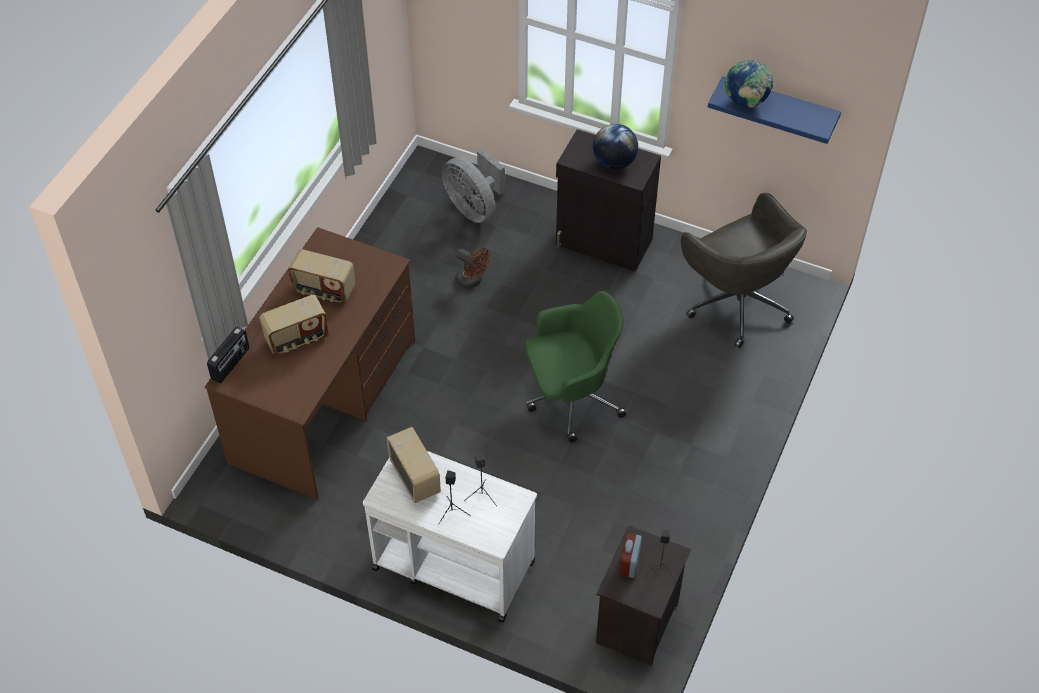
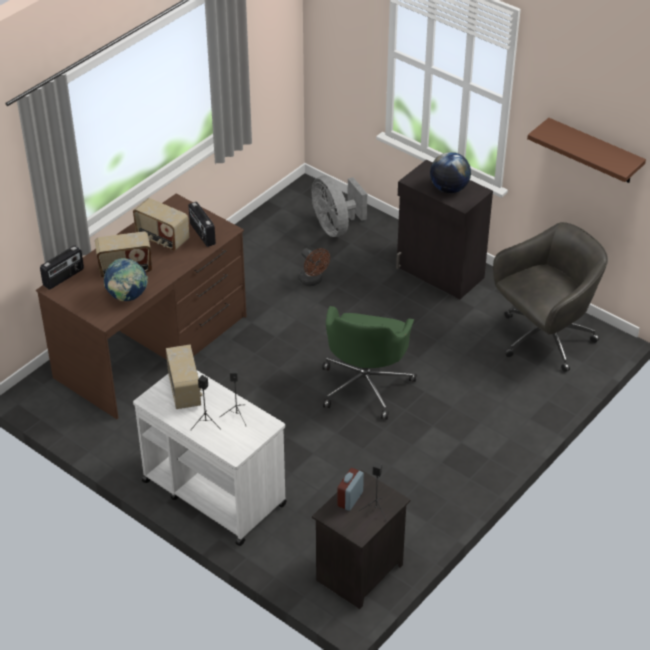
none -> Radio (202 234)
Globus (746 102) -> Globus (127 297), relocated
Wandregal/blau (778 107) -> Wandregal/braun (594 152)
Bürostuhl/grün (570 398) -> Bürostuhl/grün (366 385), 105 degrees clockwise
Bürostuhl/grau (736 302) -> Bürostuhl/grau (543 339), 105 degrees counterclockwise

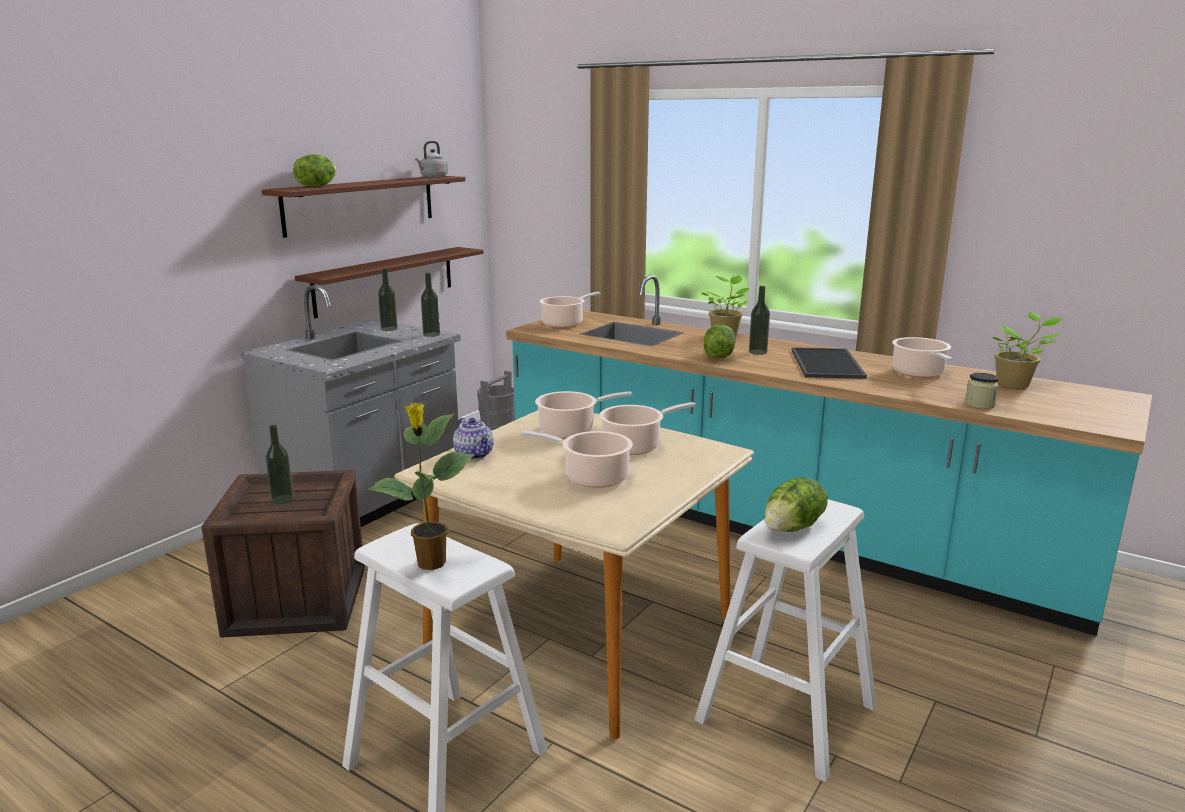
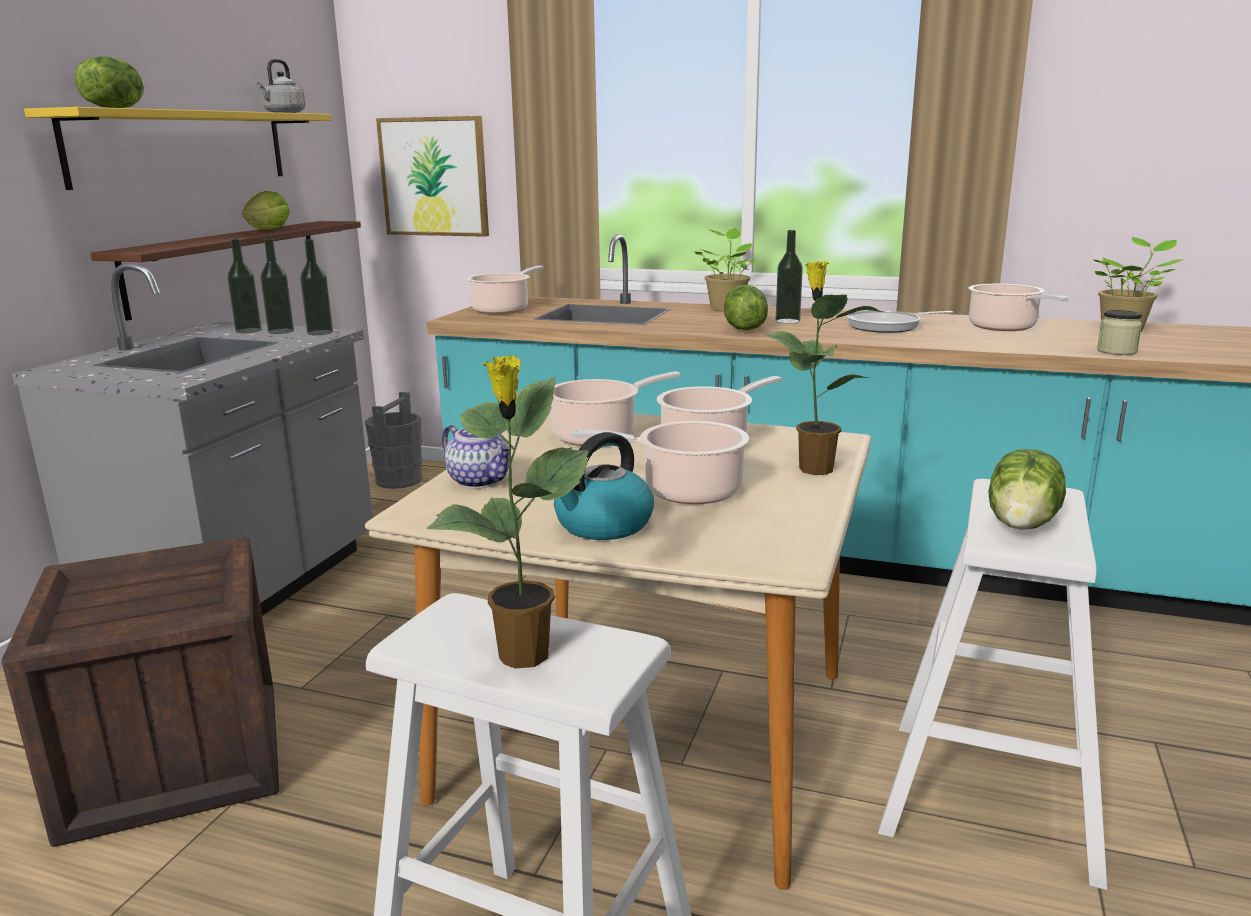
none -> Salatkopf (268 230)
none -> Bild (434 177)
none -> Wasserkessel (603 525)
none -> Topfpflanze (814 468)
Flasche (282 499) -> Flasche (281 331), relocated
Tablett (828 364) -> Pfanne (888 326)
Wandregal/braun (361 204) -> Wandregal/gelb (182 147)

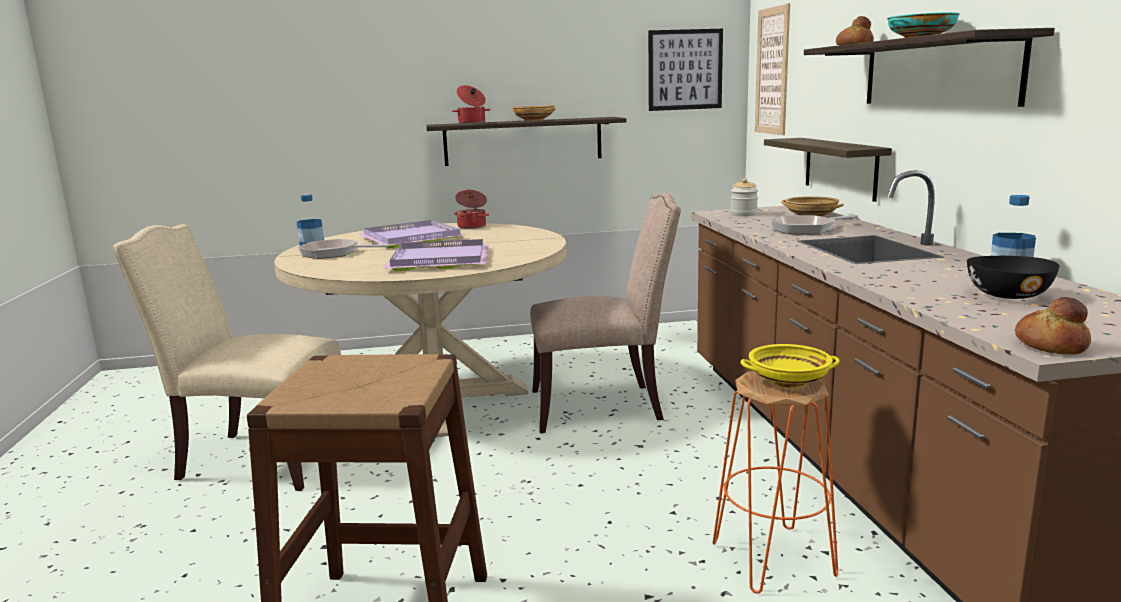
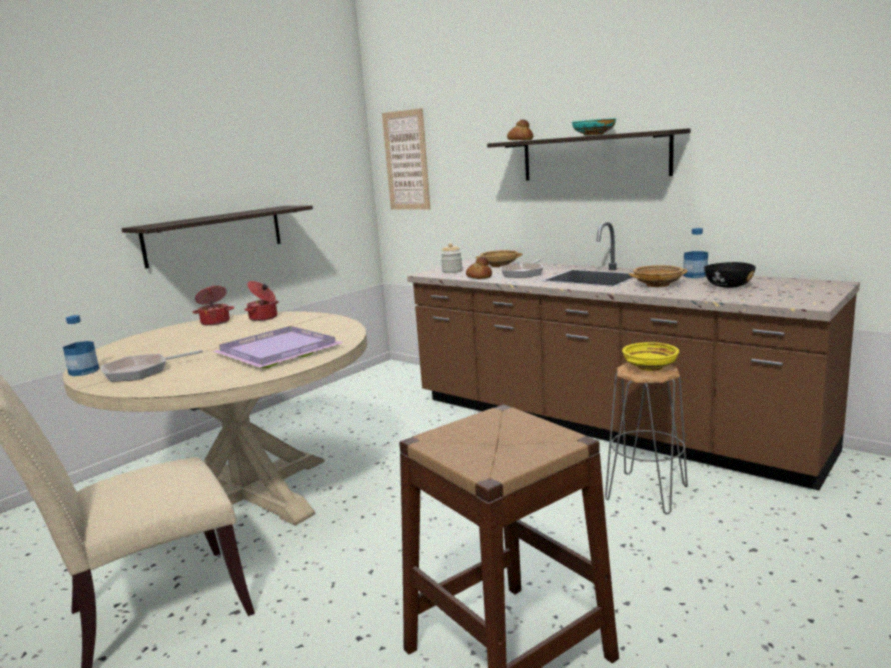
Tablett/lila (410 238) -> none
Stuhl/beige (602 406) -> none
Bild (685 70) -> none
Wandregal (840 167) -> none
Kochtopf (472 123) -> Kochtopf (264 318), relocated
Schüssel/beige (534 120) -> Schüssel/beige (658 284), relocated
Brot (1051 345) -> Brot (479 277), relocated
Hocker/orange (773 559) -> Hocker/grau (647 493)

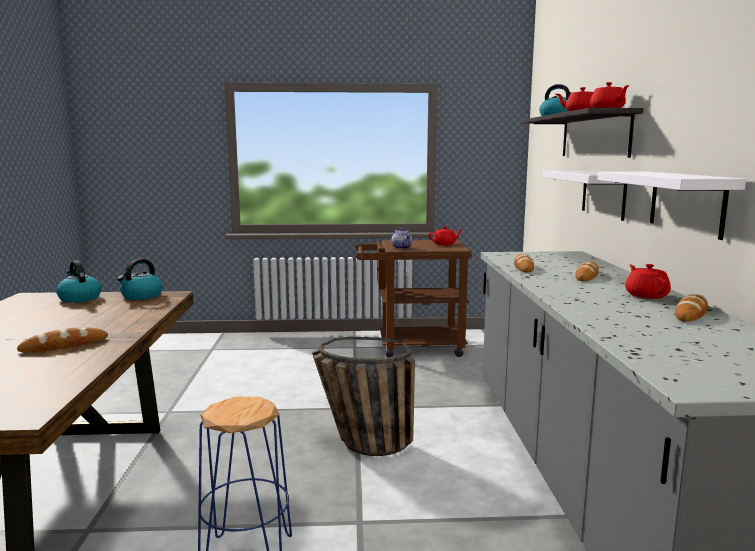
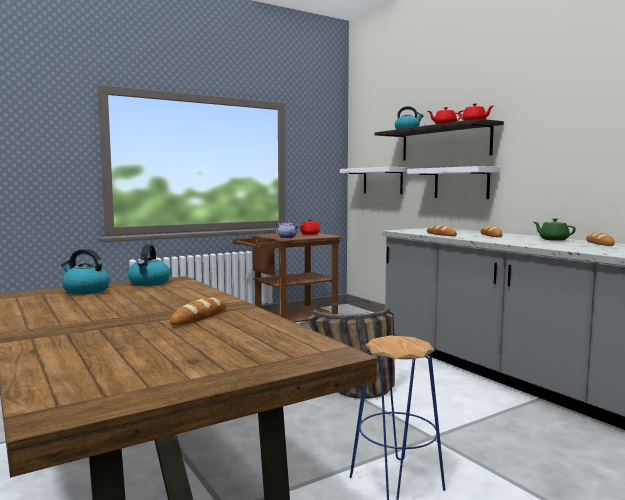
Wandregal/weiß (686 202) -> Wandregal/weiß (382 181), relocated
Teekanne/rot (646 295) -> Teekanne/grün (553 239)

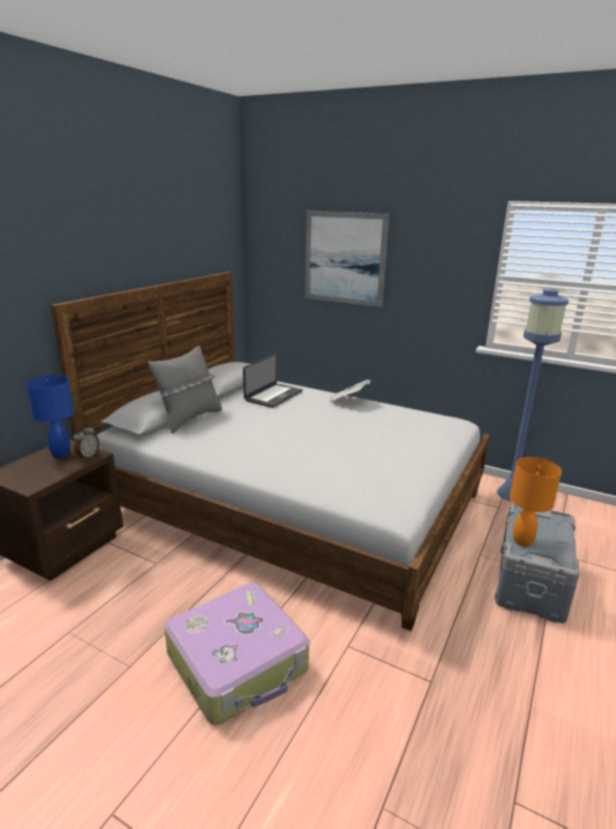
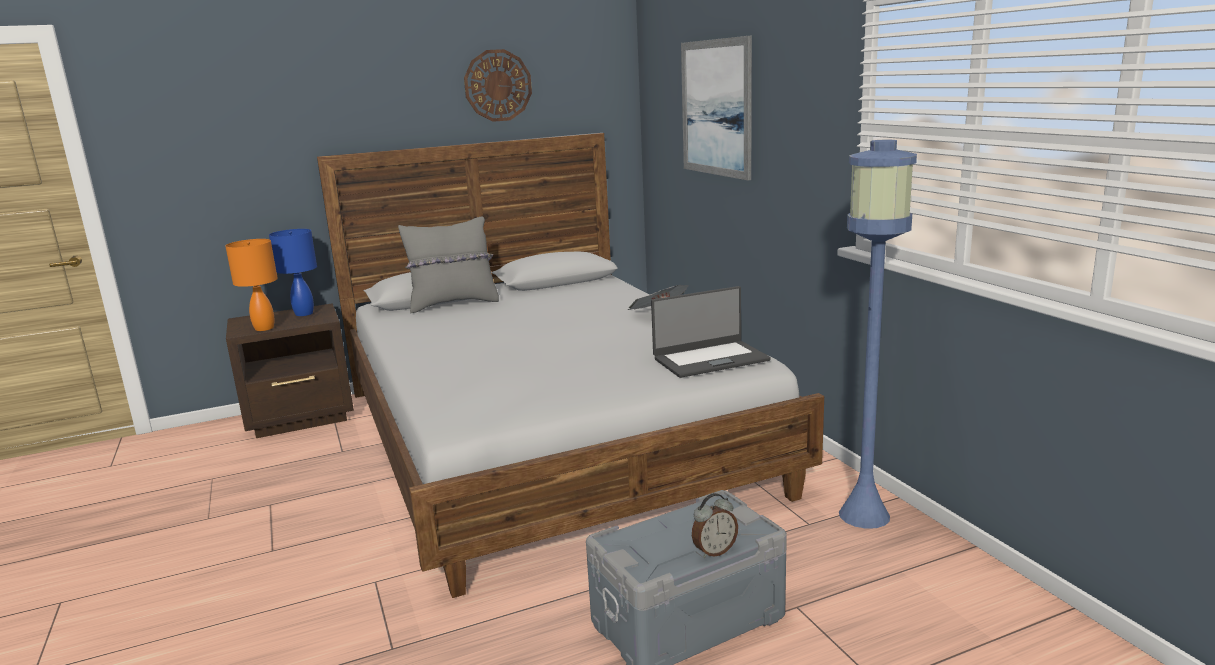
Koffer (239 662) -> none
none -> Wanduhr (498 85)
Wecker (88 456) -> Wecker (714 551), relocated
Laptop (273 395) -> Laptop (710 359), relocated
Tischlampe/orange (521 541) -> Tischlampe/orange (264 328), relocated

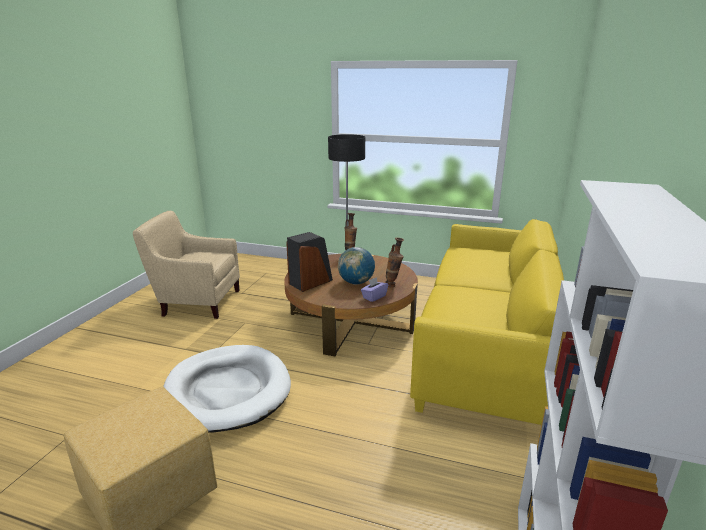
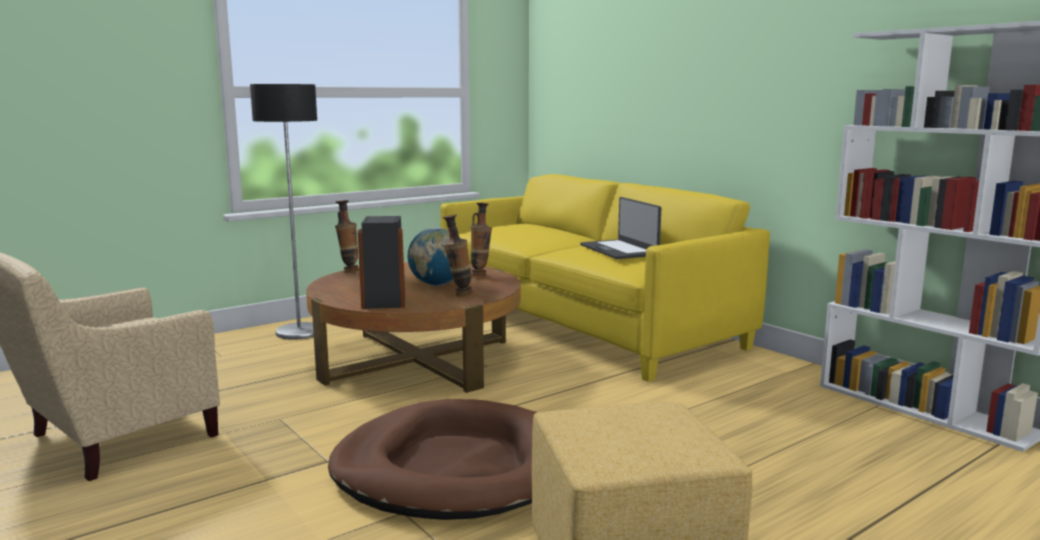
Taschentuchbox/lila (374 297) -> none
none -> Vase (458 295)
none -> Laptop (619 250)
Hundebett/weiß (228 390) -> Hundebett/braun (454 468)

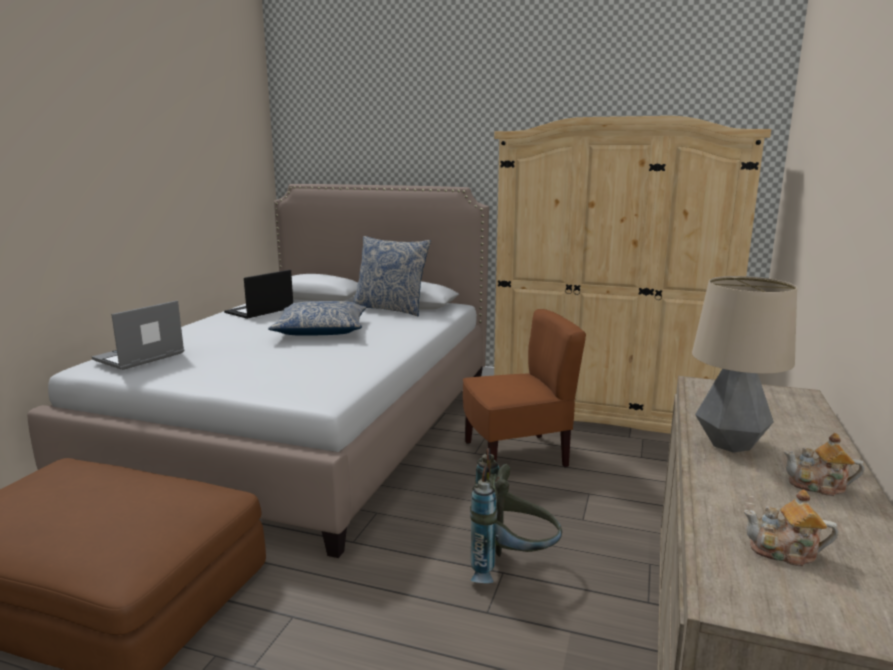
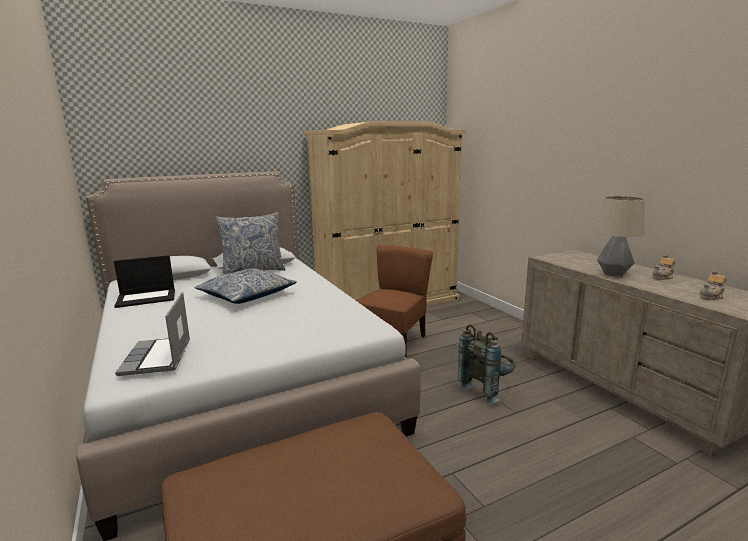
Laptop (259 310) -> Laptop (147 297), 105 degrees counterclockwise

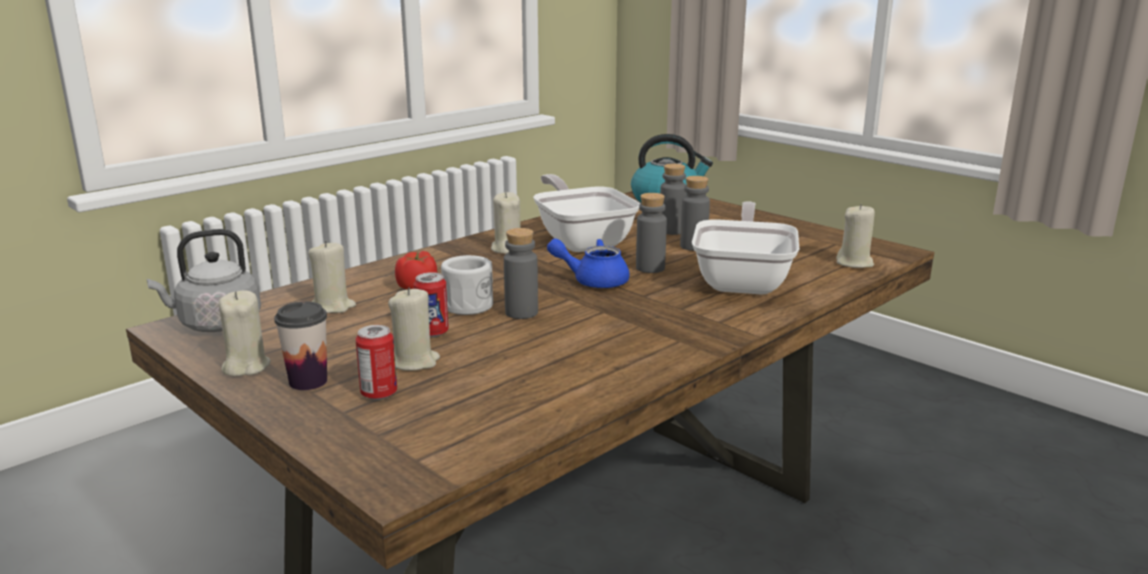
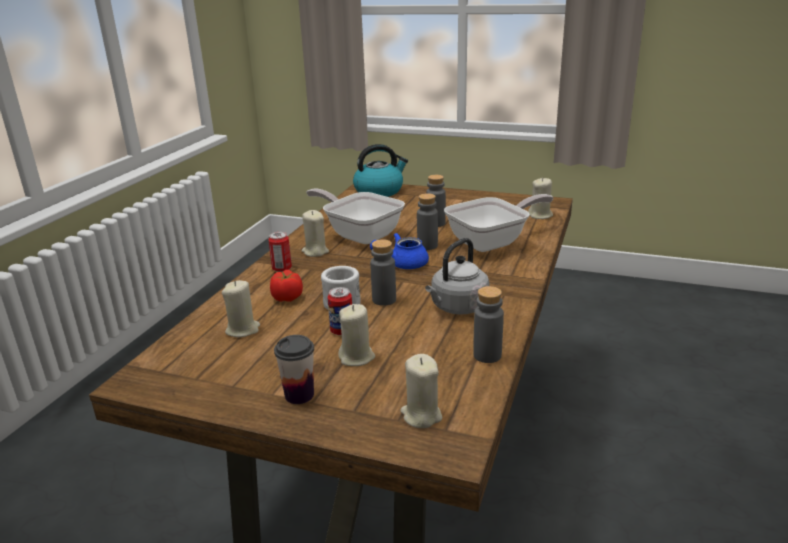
Wasserkessel/grau (216 324) -> Wasserkessel/grau (457 307), relocated
Kerze/beige (246 366) -> Kerze/beige (421 415), relocated
Dose (379 394) -> Dose (282 269), relocated
Flasche/grau (672 231) -> Flasche/grau (487 355), relocated
Pfanne (744 280) -> Pfanne (493 242), 75 degrees clockwise

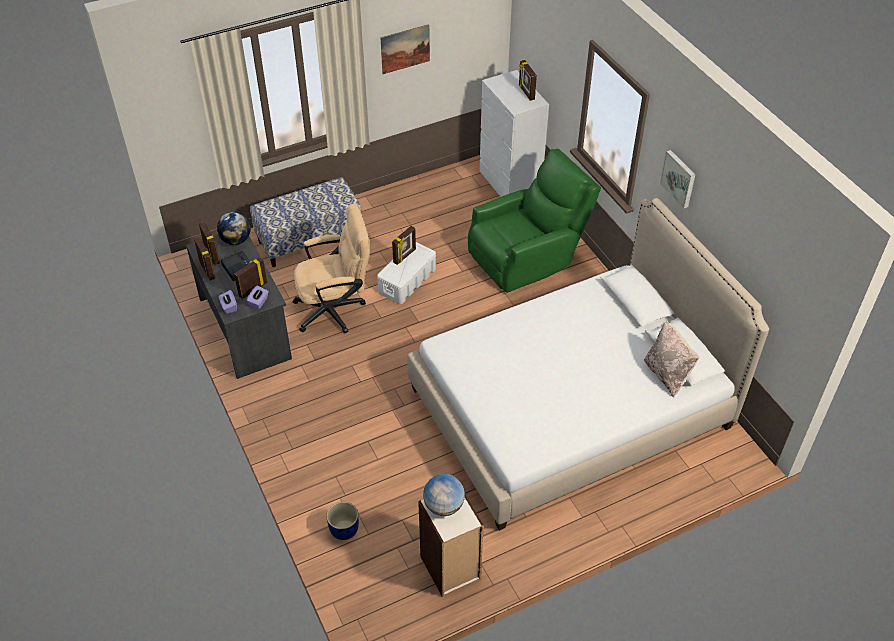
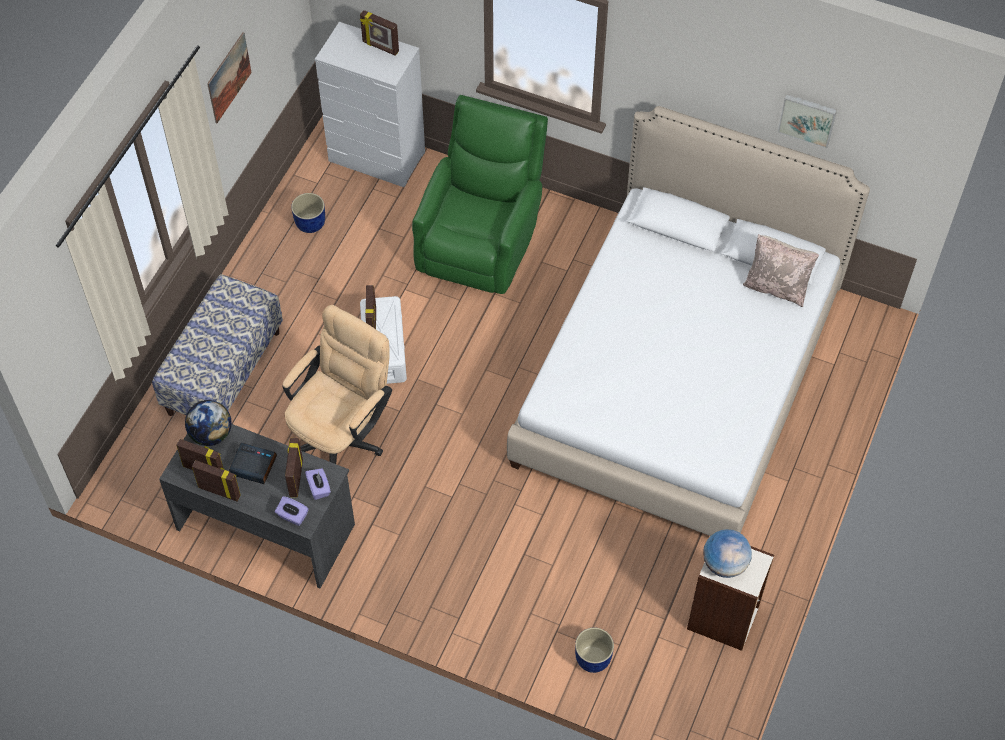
none -> Pflanzkübel/blau (311 223)
Bild (679 178) -> Bild (807 118), relocated

